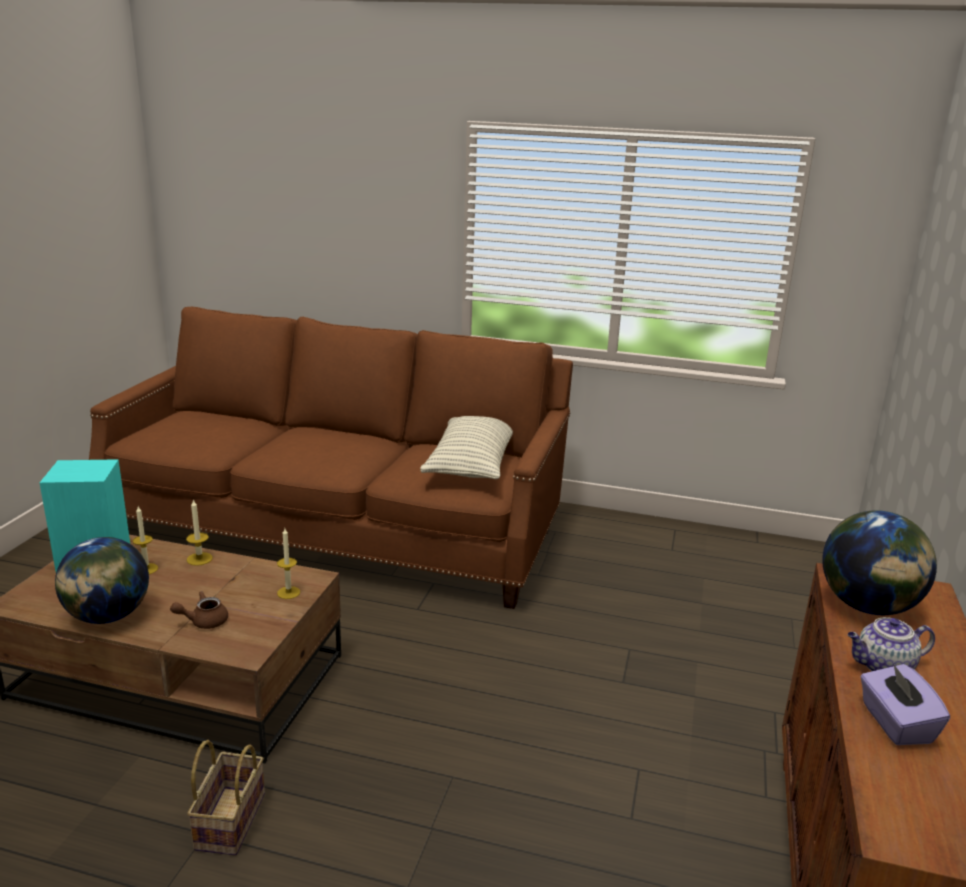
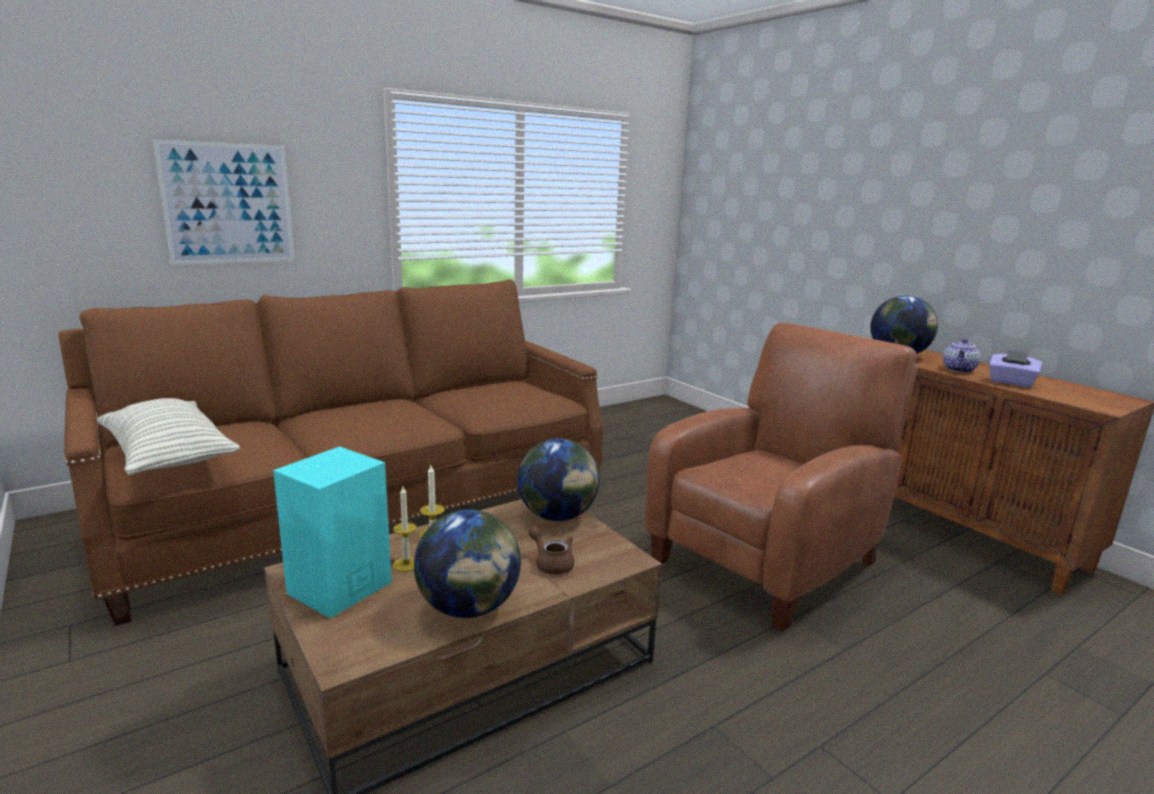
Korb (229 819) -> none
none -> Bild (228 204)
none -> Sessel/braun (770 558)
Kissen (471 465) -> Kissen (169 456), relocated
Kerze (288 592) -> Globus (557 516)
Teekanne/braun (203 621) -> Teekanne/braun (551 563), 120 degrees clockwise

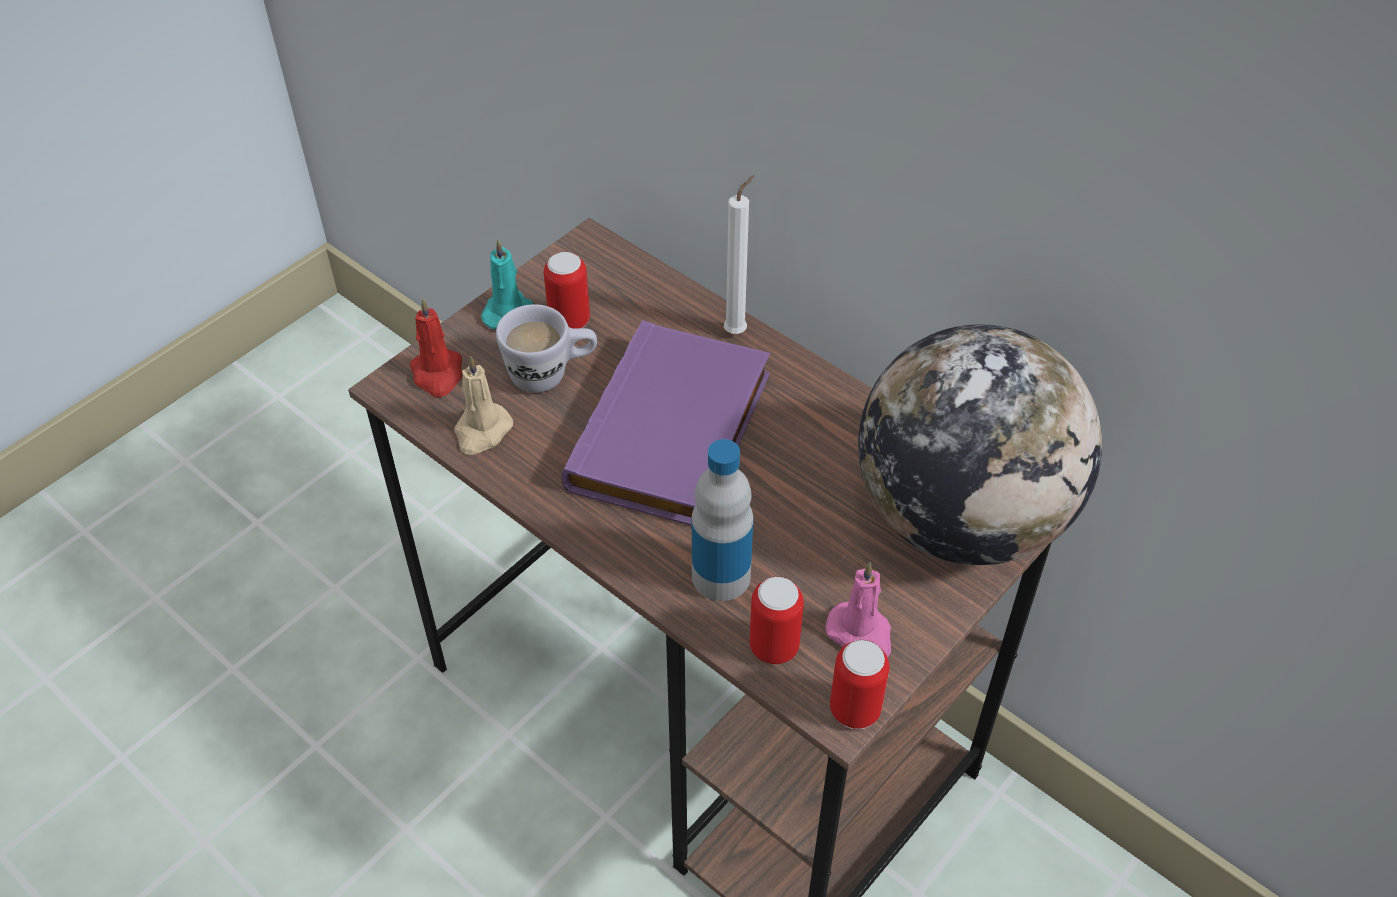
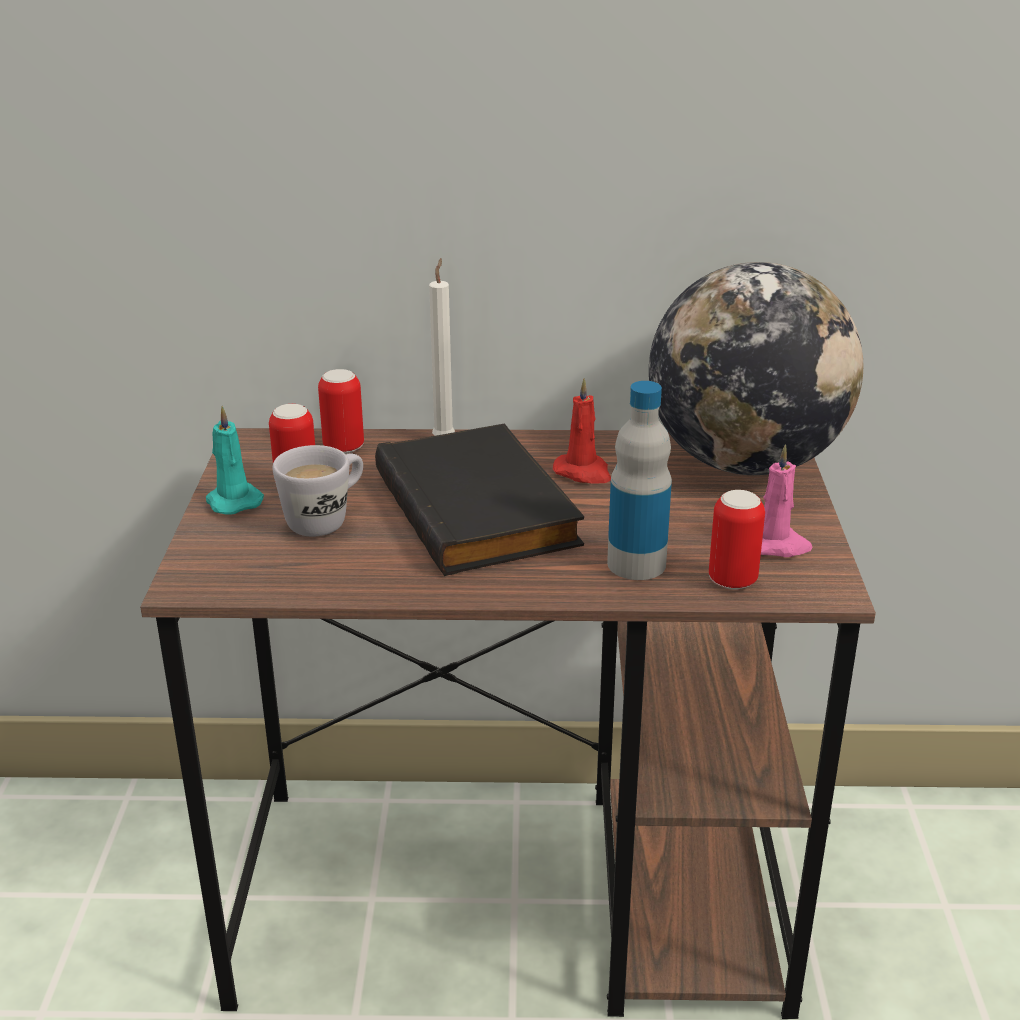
Kerze/beige (482 431) -> none
Kerze/rot (438 374) -> Kerze/rot (583 472), relocated
Dose (854 710) -> Dose (343 447), relocated
Buch/lila (675 434) -> Buch/schwarz (481 509)

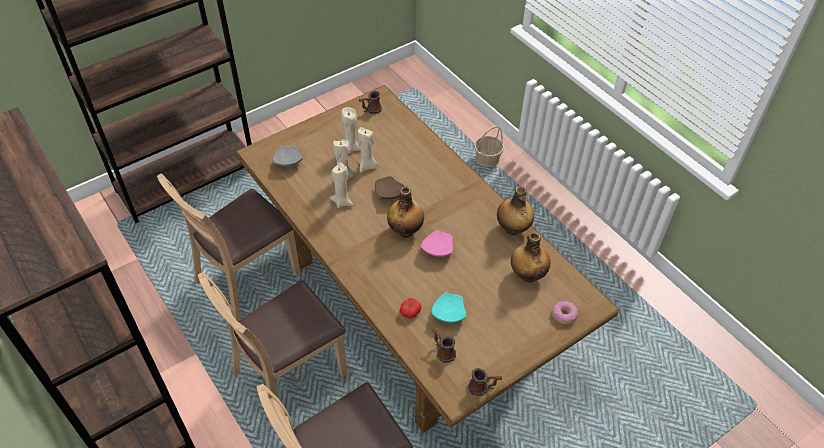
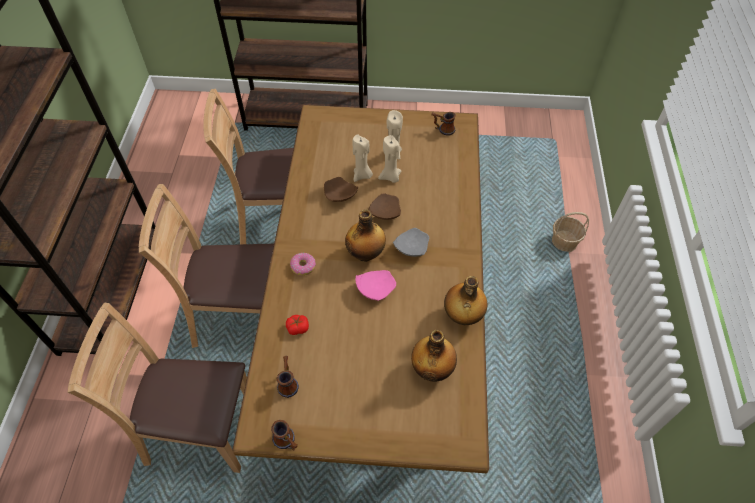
Teller/türkis (448 313) -> none
Teller/grau (287 162) -> Teller/grau (411 247), relocated
Donut (564 315) -> Donut (303 266), relocated
Kerze/beige (342 202) -> Teller/braun (339 195)

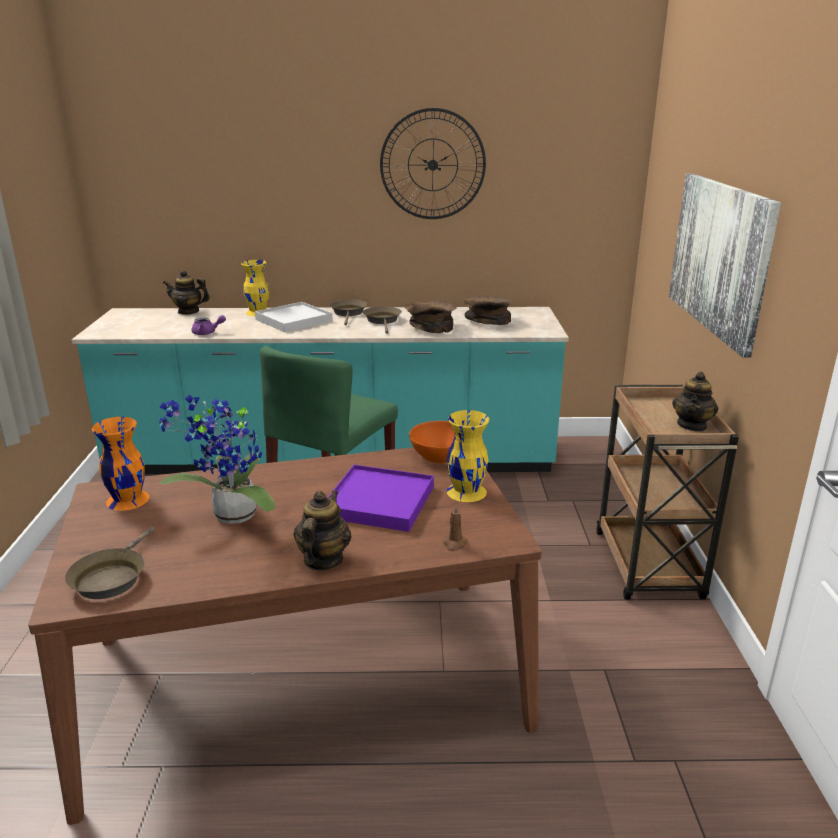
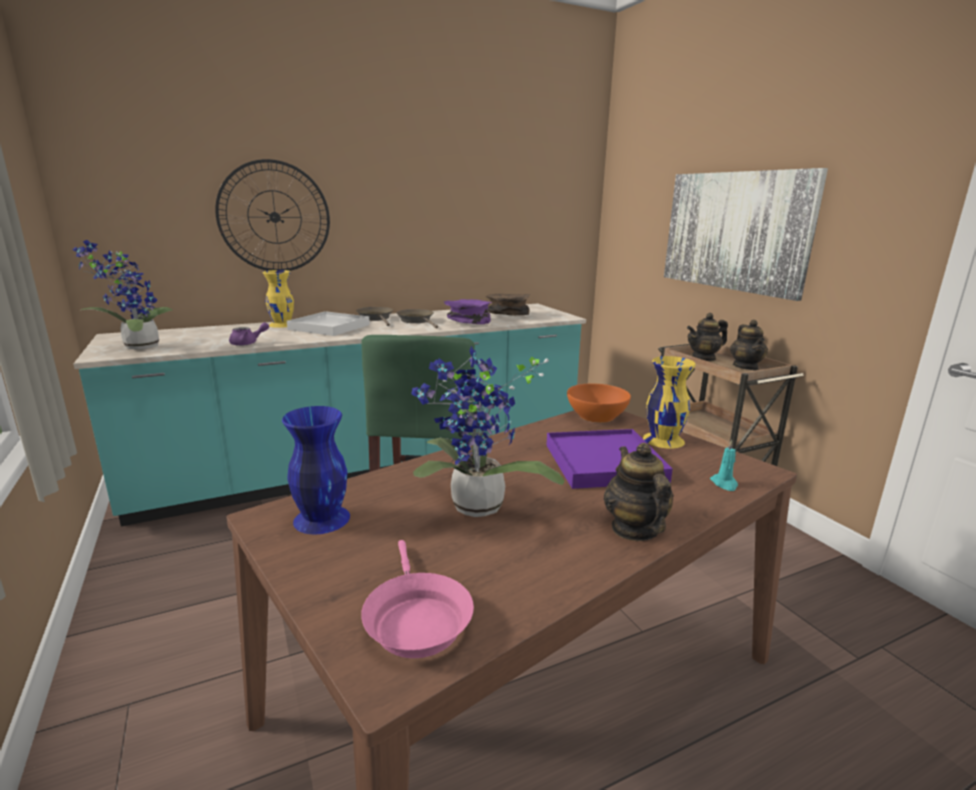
none -> Topfpflanze (137 347)
Teekanne (188 311) -> Teekanne (704 358), relocated
Wanduhr (432 165) -> Wanduhr (274 217), relocated
Pfanne/braun (111 577) -> Pfanne/rosa (415 619)
Vase/orange (127 499) -> Vase/blau (320 518)
Schüssel/braun (431 327) -> Schüssel/lila (468 322)
Kerze/braun (454 543) -> Kerze/türkis (724 484)

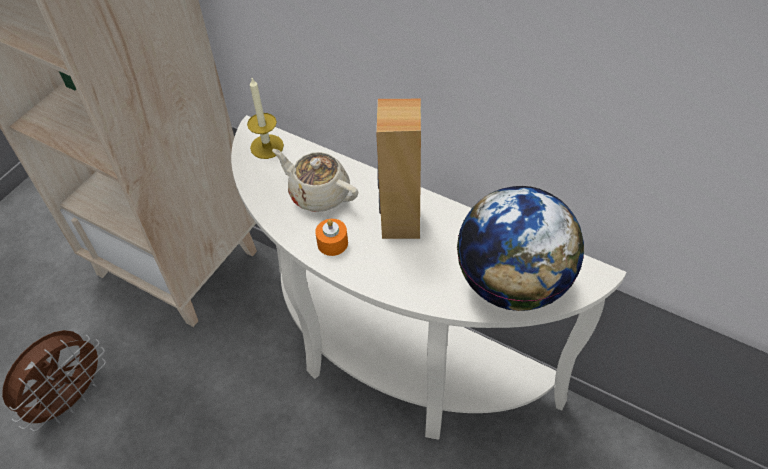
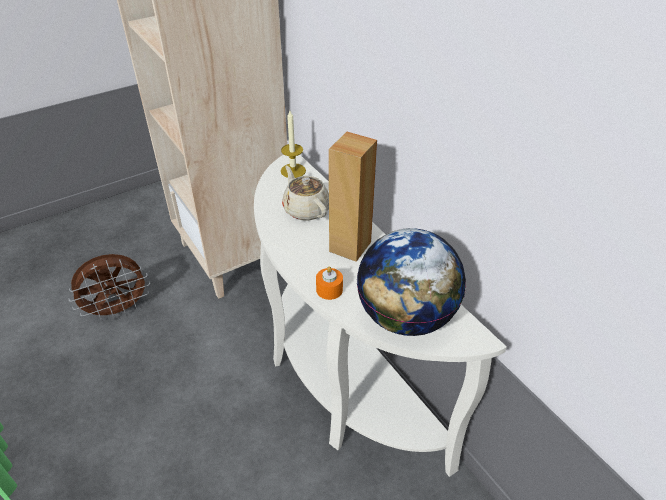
Kerze/orange (332 243) -> Kerze/orange (329 289), relocated

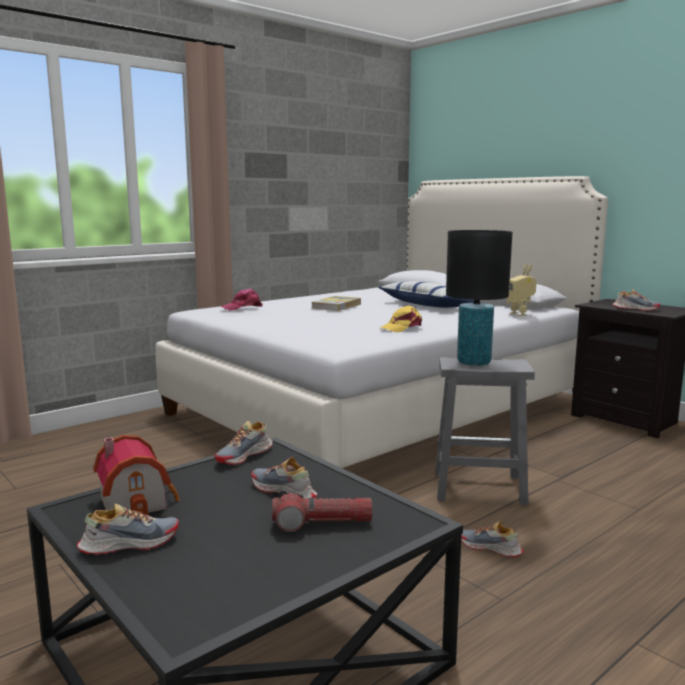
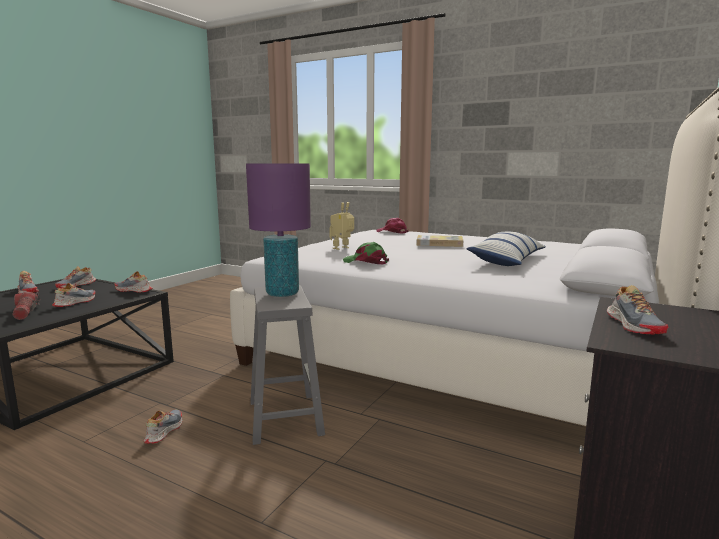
Spielzeugroboter (520 314) -> Spielzeugroboter (342 248), relocated
Spielzeughaus (138 501) -> Schuh (76 285)
Kappe/gelb (401 328) -> Kappe/grün (366 262)
Tischlampe/schwarz (473 363) -> Tischlampe/lila (282 293)

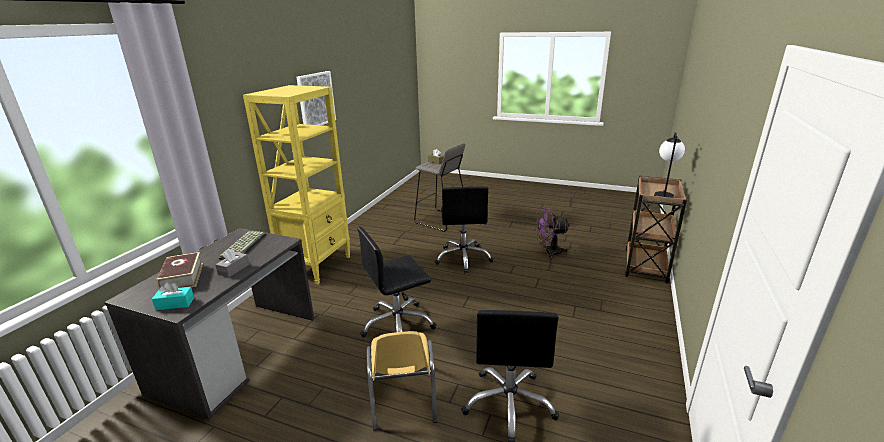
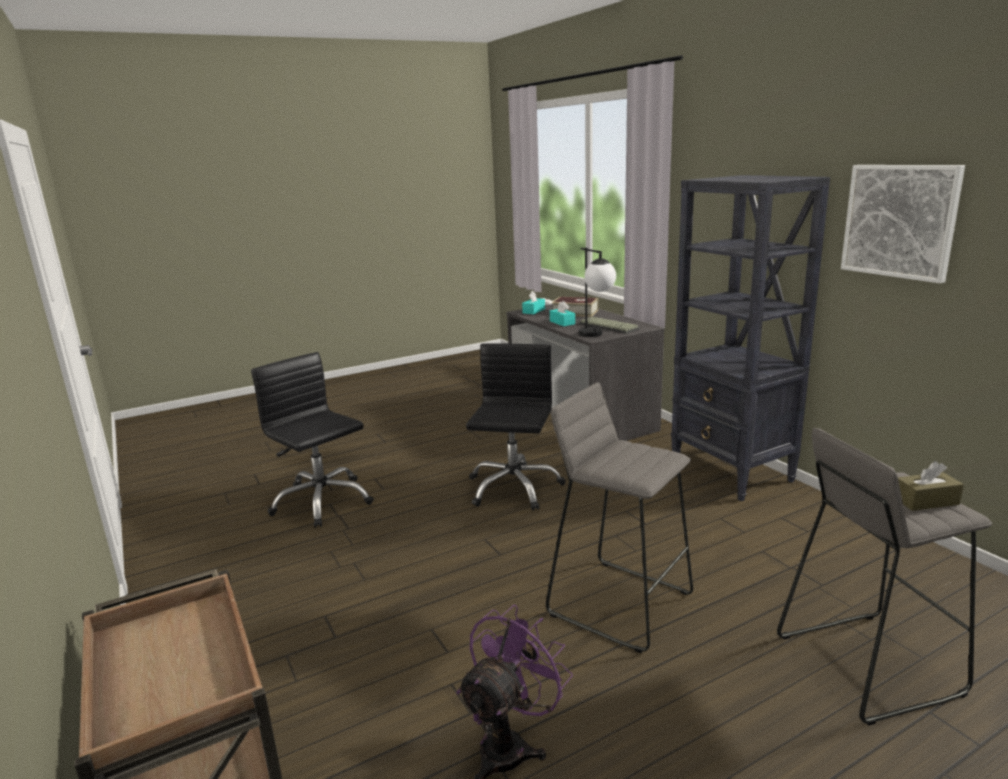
Stuhl/gelb (402 396) -> none
Tischlampe (663 195) -> Tischlampe (596 336), relocated
Bürostuhl/schwarz (463 258) -> Hocker/grau (620 603)
Taschentuchbox/grau (234 269) -> Taschentuchbox/türkis (562 322)
Bücherregal/gelb (317 265) -> Bücherregal/schwarz (732 473)

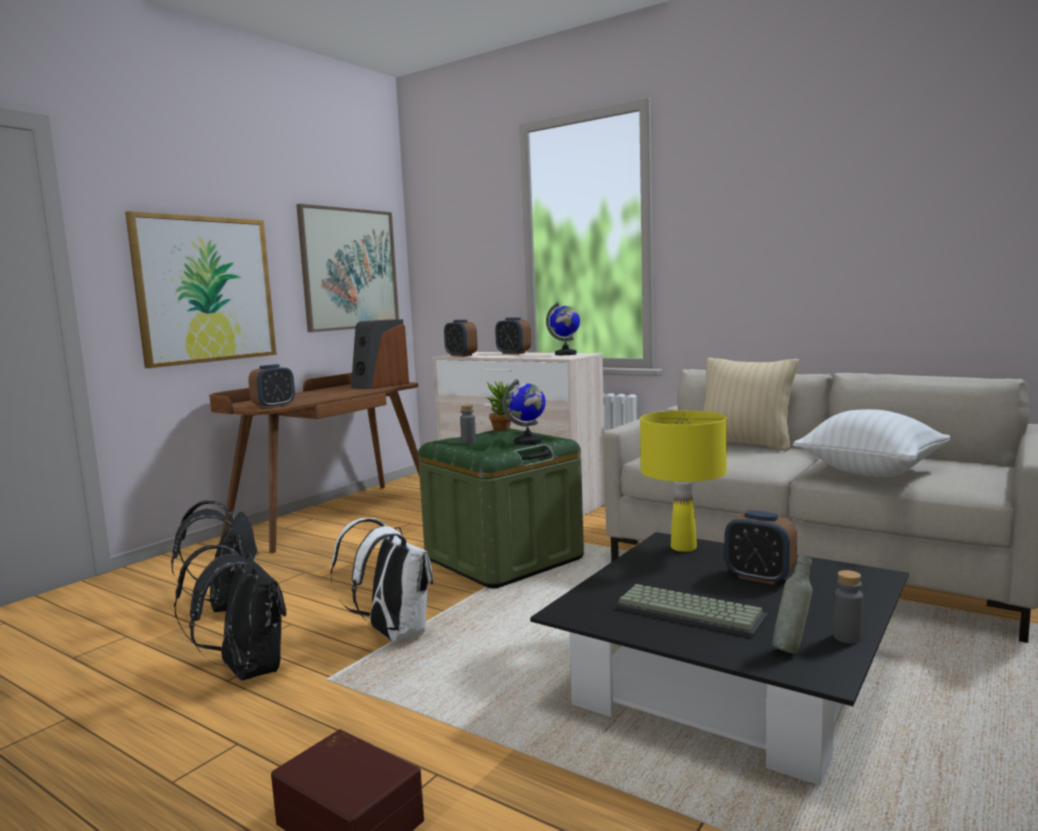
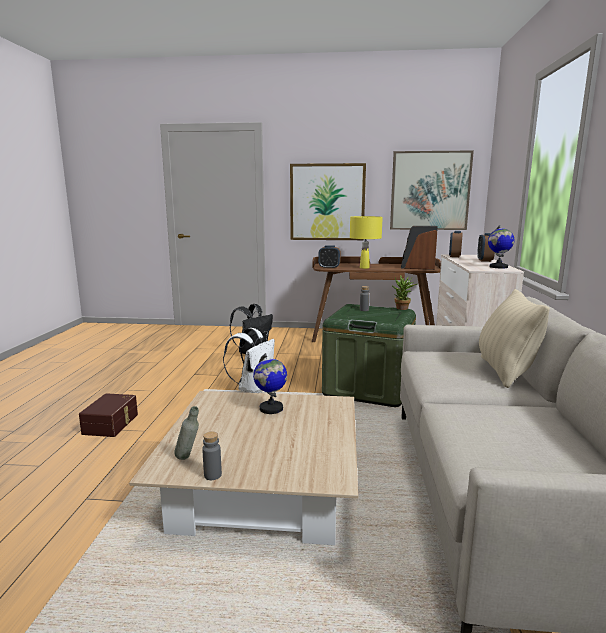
Rucksack/schwarz (246 671) -> none
Tastatur (691 612) -> none
Wecker (759 577) -> none
Kissen/weiß (870 472) -> none
Globus (528 442) -> Globus (271 409), relocated
Tischlampe/gelb (683 548) -> Tischlampe/gelb (364 268), relocated
Couchtisch/schwarz (729 684) -> Couchtisch/beige (264 488)

